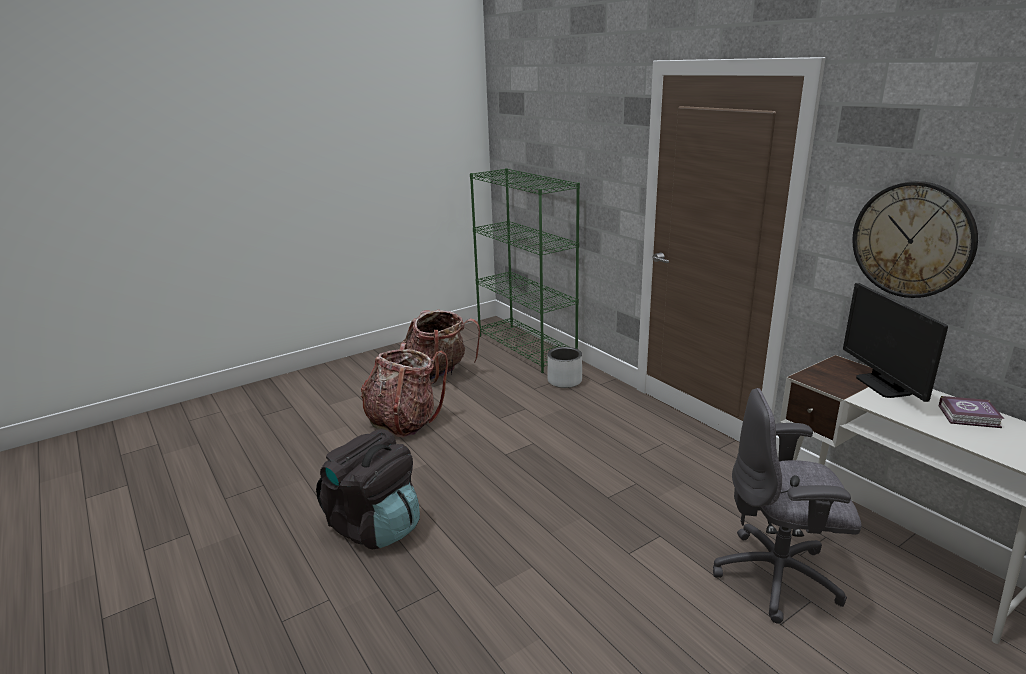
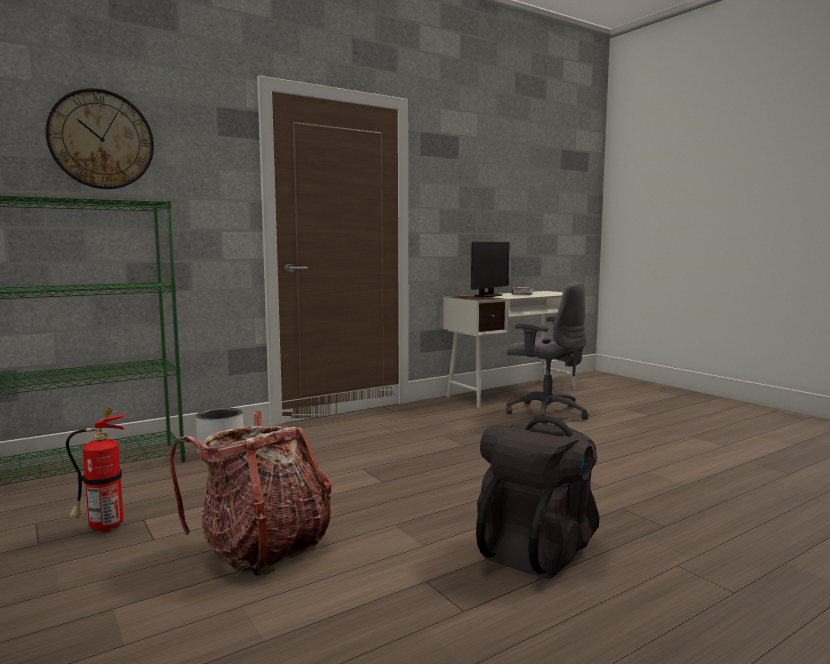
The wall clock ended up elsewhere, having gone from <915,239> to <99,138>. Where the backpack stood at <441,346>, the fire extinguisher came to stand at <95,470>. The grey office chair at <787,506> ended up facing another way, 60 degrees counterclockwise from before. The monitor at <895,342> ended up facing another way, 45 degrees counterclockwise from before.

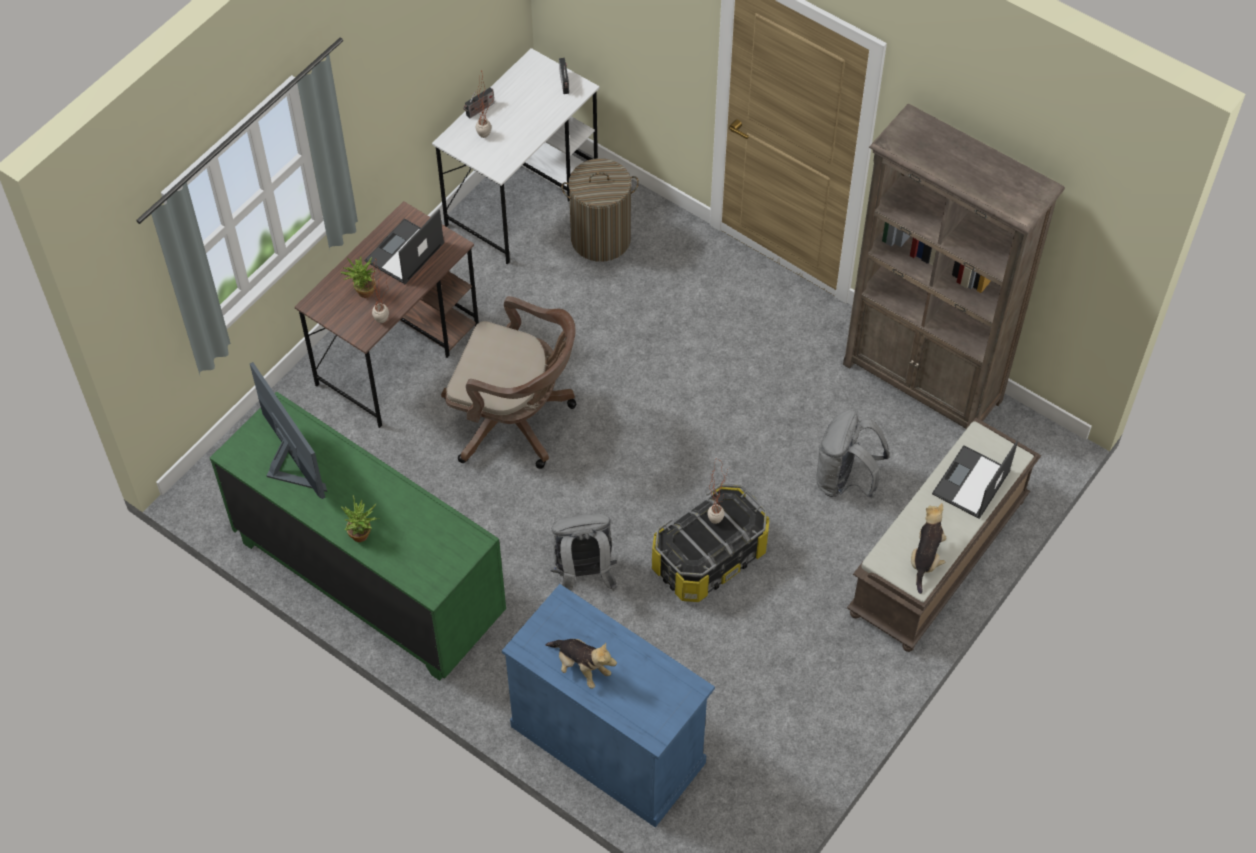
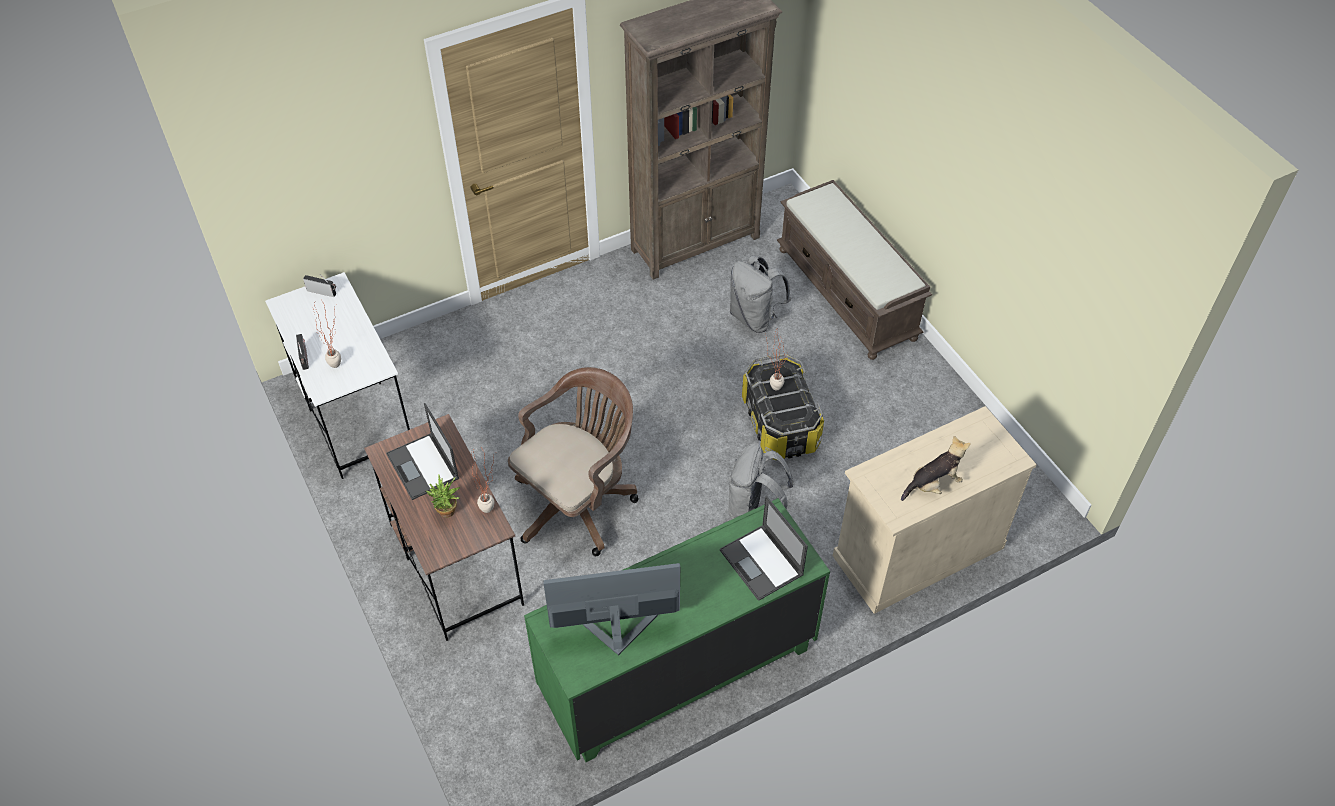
The second view lost the potted plant at <360,518>. The second view lost the laundry basket at <600,210>. The second view lost the plush toy at <928,548>. The laptop ended up elsewhere, having gone from <975,480> to <764,548>. What was the blue cabinet at <608,705> turned into the beige cabinet at <935,510>.

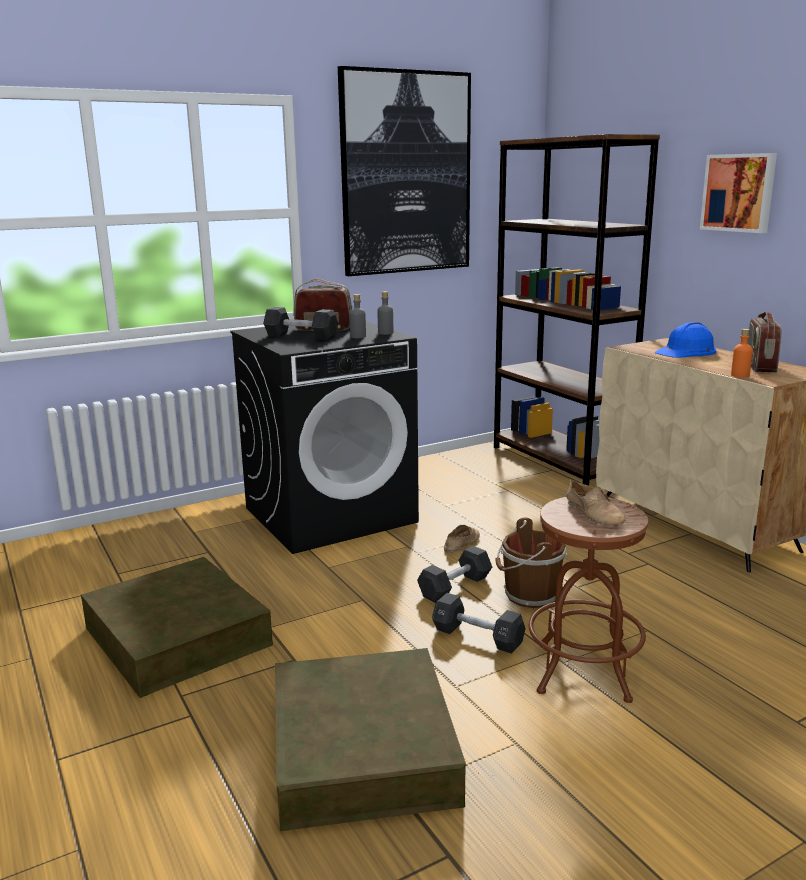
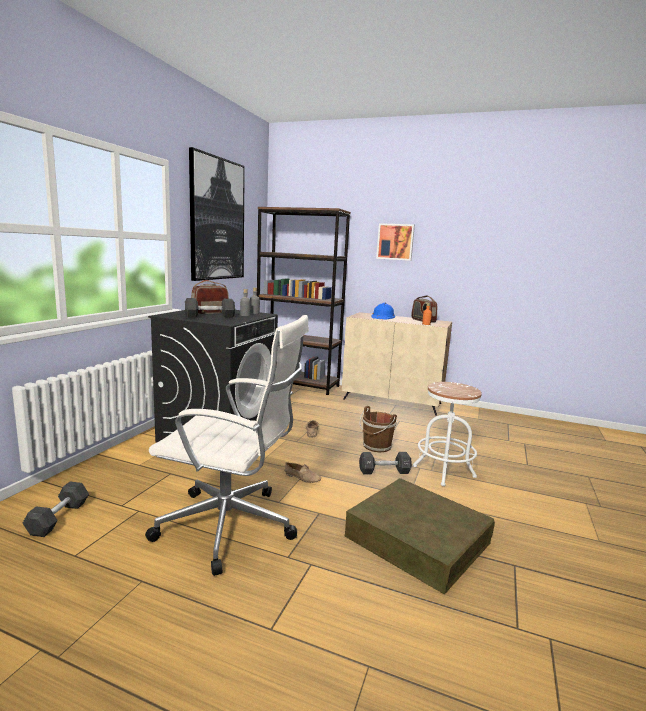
The grey dumbbell ended up elsewhere, having gone from <454,574> to <56,509>. The beige shoe ended up elsewhere, having gone from <596,502> to <302,472>. Where the brown storage box stood at <177,627>, the white office chair came to stand at <227,445>. What was the brown stool at <588,600> turned into the white stool at <447,434>.

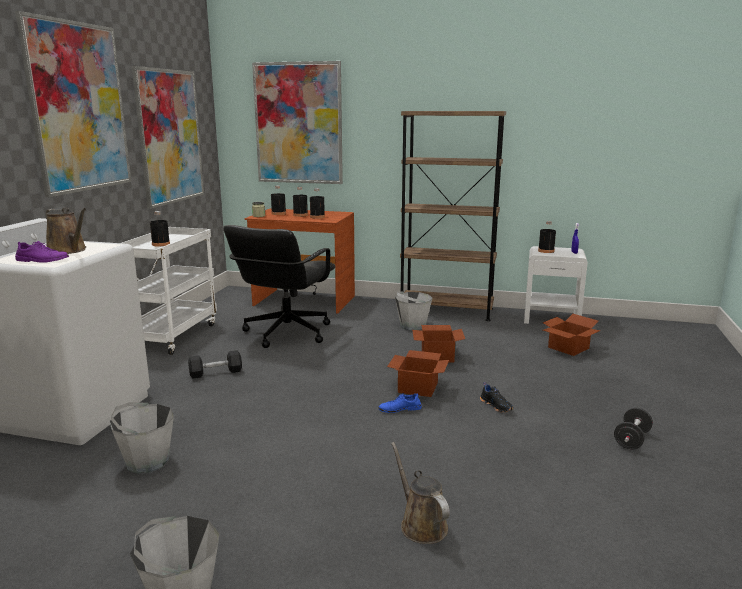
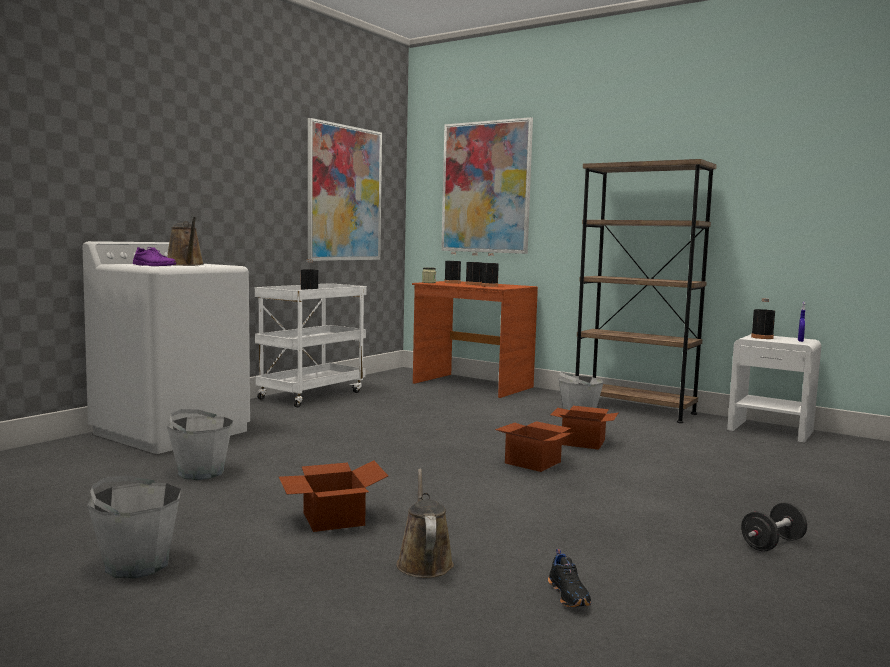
The second view lost the picture at <73,104>. The second view lost the black dumbbell at <215,364>. The second view lost the black office chair at <279,286>. The second view lost the blue shoe at <400,403>. The black shoe ended up elsewhere, having gone from <496,397> to <569,578>. The cardboard box ended up elsewhere, having gone from <572,335> to <333,496>.

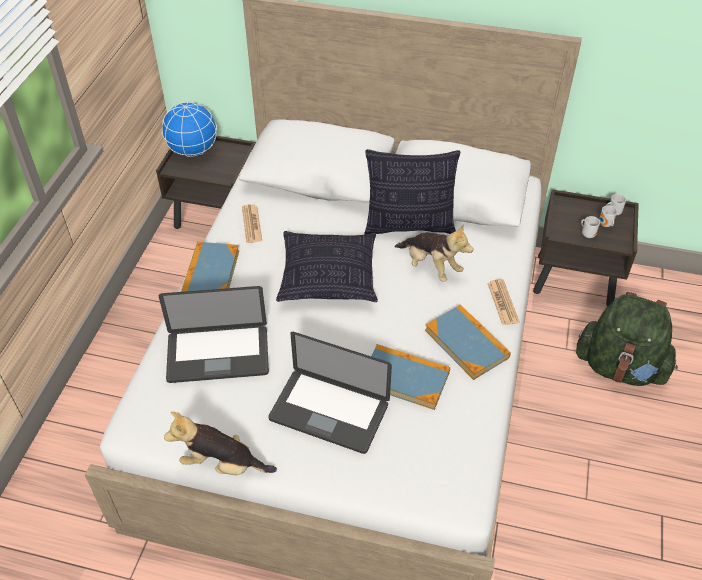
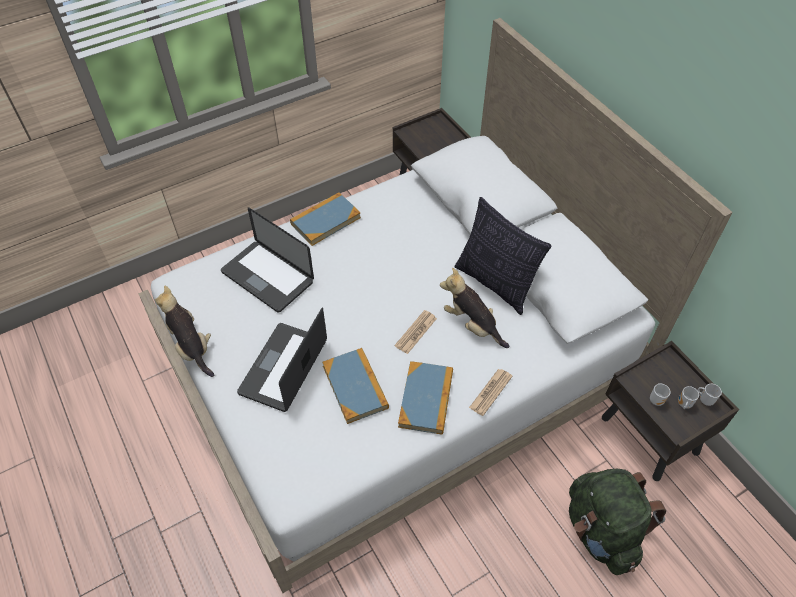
The second view lost the globe at <189,129>. The second view lost the pillow at <327,266>. The newspaper ended up elsewhere, having gone from <252,223> to <416,332>. The laptop at <330,393> ended up facing another way, 45 degrees clockwise from before. The plush toy at <433,253> ended up facing another way, 135 degrees clockwise from before.

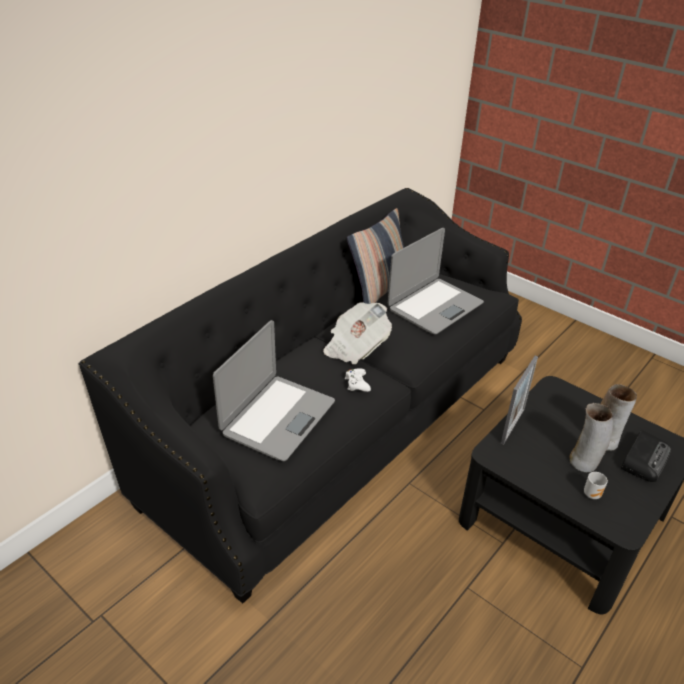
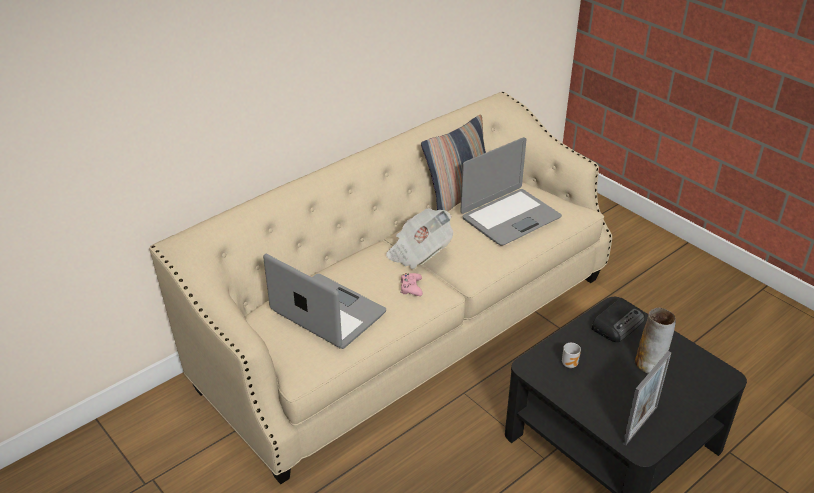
The second view lost the vase at <591,437>. The picture frame ended up elsewhere, having gone from <519,400> to <647,398>. The mug ended up elsewhere, having gone from <596,485> to <571,355>. The radio ended up elsewhere, having gone from <646,456> to <618,320>. What was the black sofa at <300,395> turned into the beige sofa at <380,288>. What was the white game controller at <358,380> turned into the pink game controller at <411,284>. The laptop at <274,390> ended up facing another way, 90 degrees counterclockwise from before.

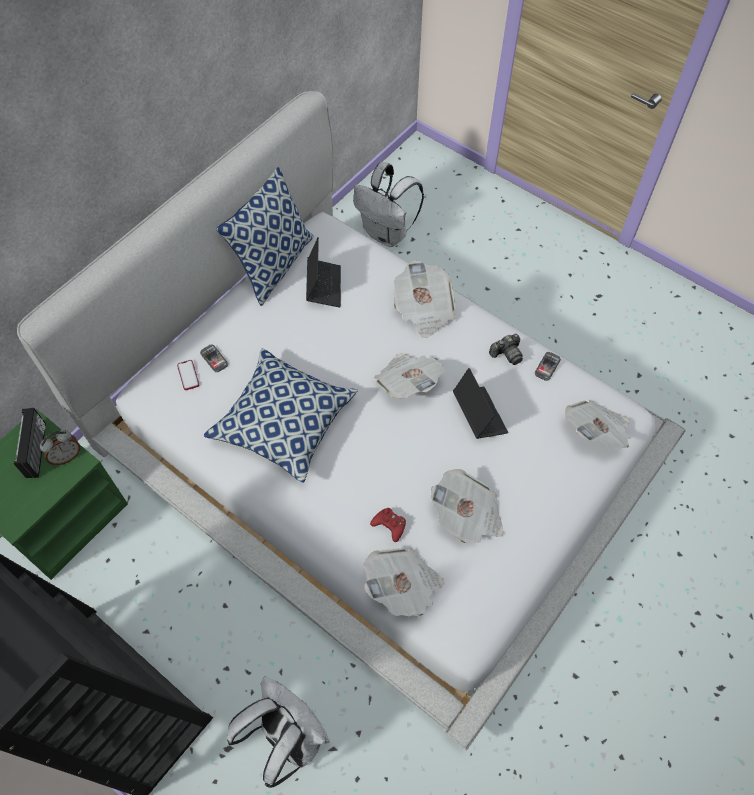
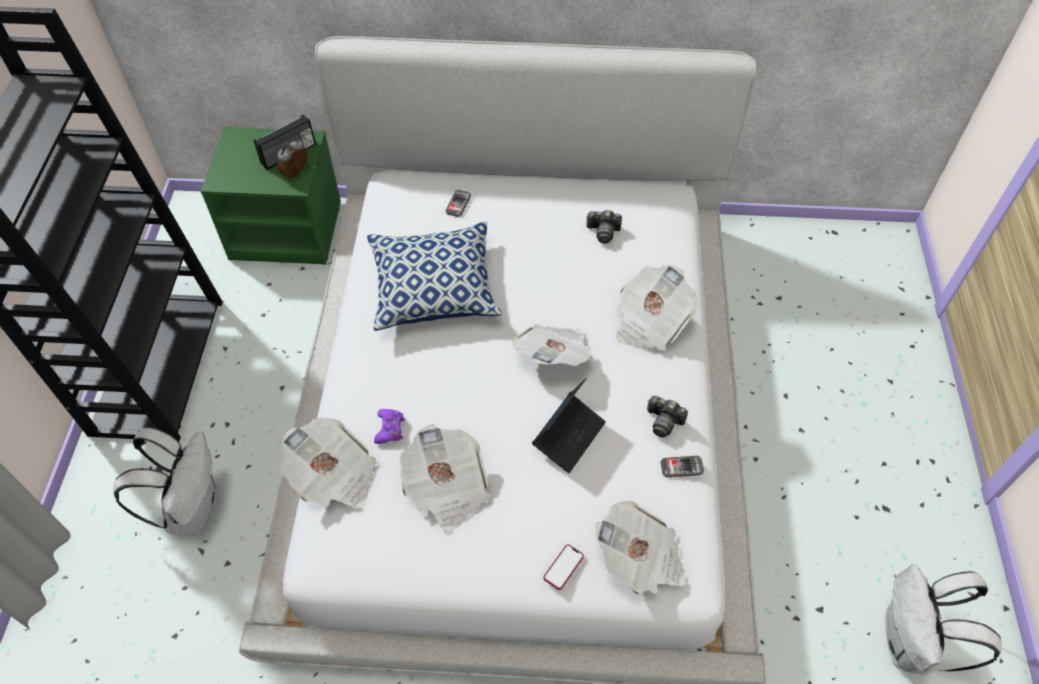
The second view lost the pillow at <265,236>. The phone ended up elsewhere, having gone from <188,375> to <564,567>. The white backpack ended up elsewhere, having gone from <388,204> to <943,619>. Where the laptop stood at <323,272>, the photo camera came to stand at <604,227>. What was the red game controller at <388,525> turned into the purple game controller at <389,426>. The alarm clock at <60,447> ended up facing another way, 105 degrees clockwise from before.

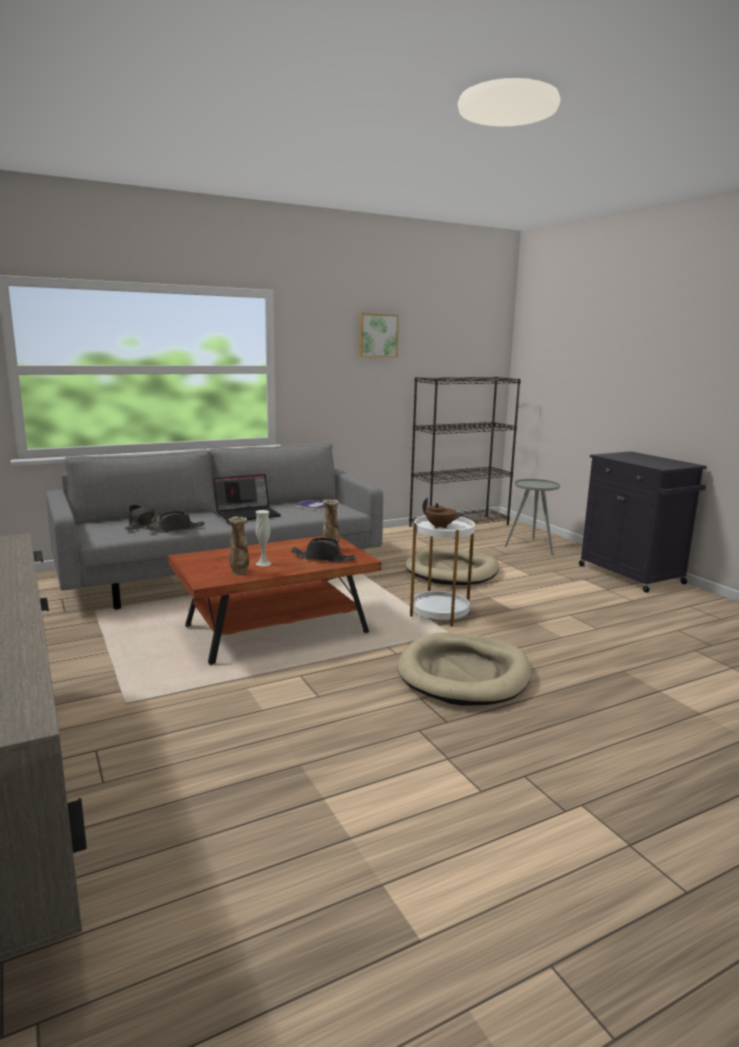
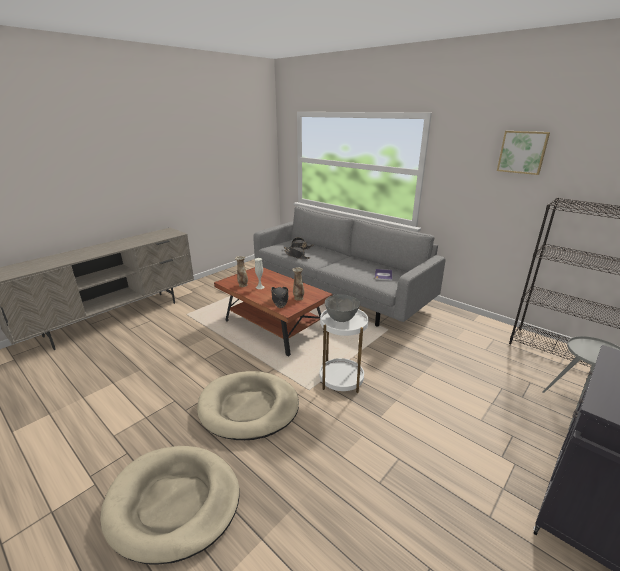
The second view lost the laptop at <247,498>. The beige dog bed ended up elsewhere, having gone from <452,565> to <170,505>. Where the brown teapot stood at <442,513>, the grey bowl came to stand at <342,308>.

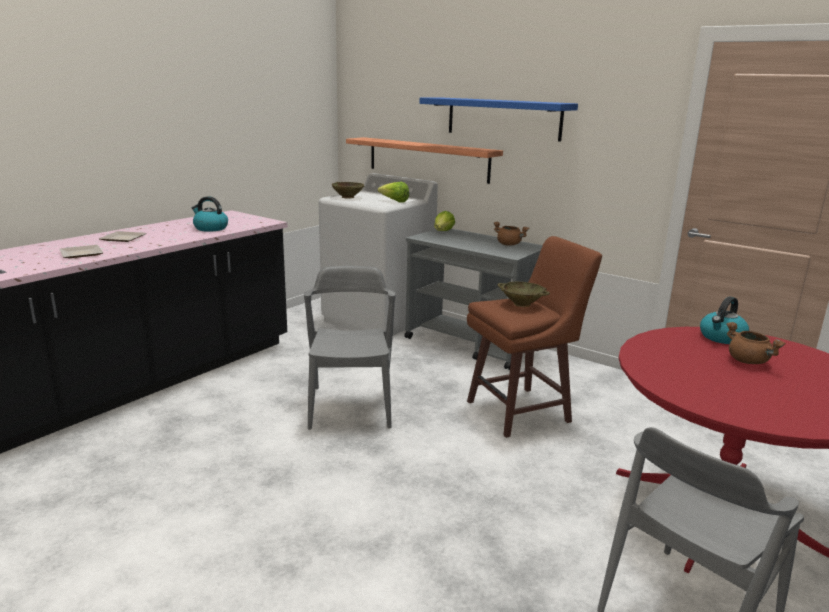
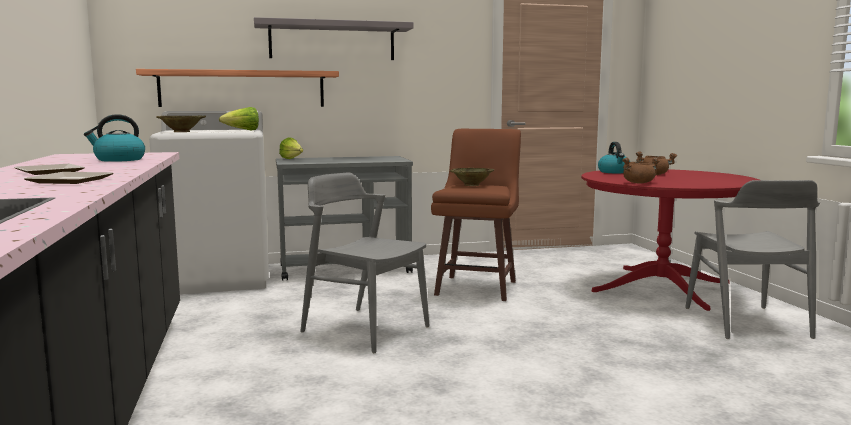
The brown cooking pot ended up elsewhere, having gone from <511,234> to <641,170>. What was the blue shelf at <498,119> turned into the grey shelf at <334,38>.

